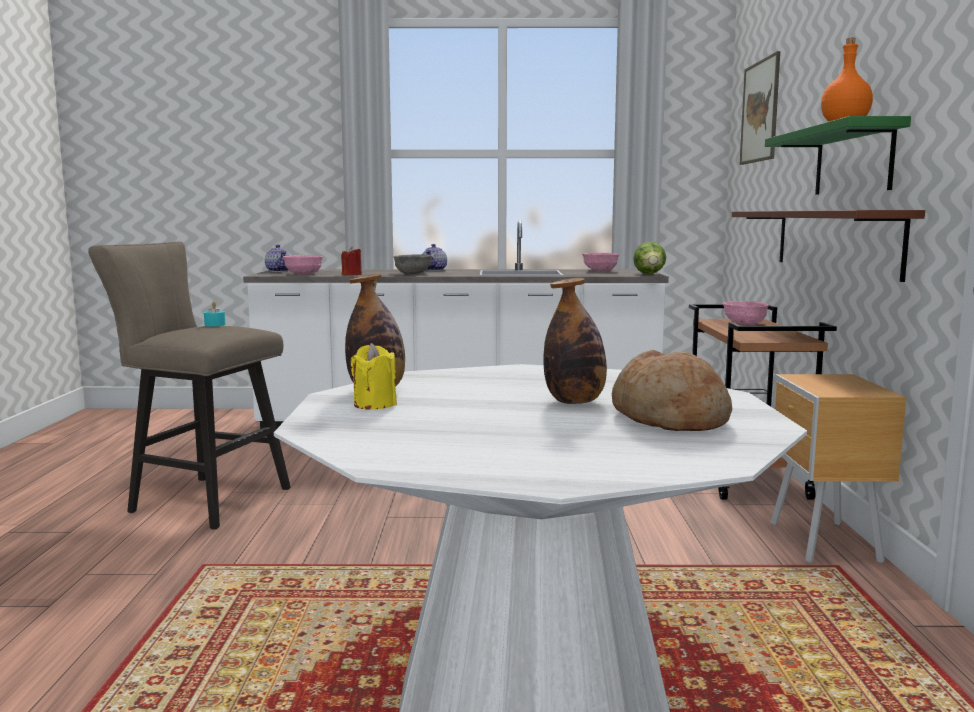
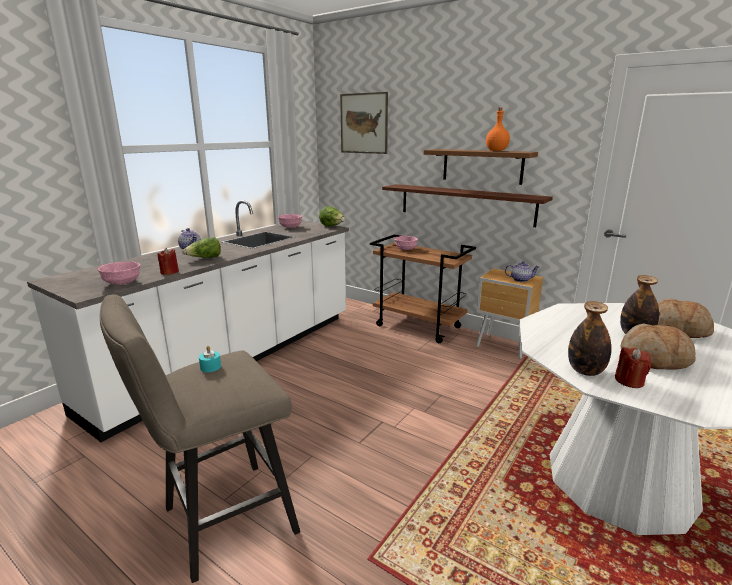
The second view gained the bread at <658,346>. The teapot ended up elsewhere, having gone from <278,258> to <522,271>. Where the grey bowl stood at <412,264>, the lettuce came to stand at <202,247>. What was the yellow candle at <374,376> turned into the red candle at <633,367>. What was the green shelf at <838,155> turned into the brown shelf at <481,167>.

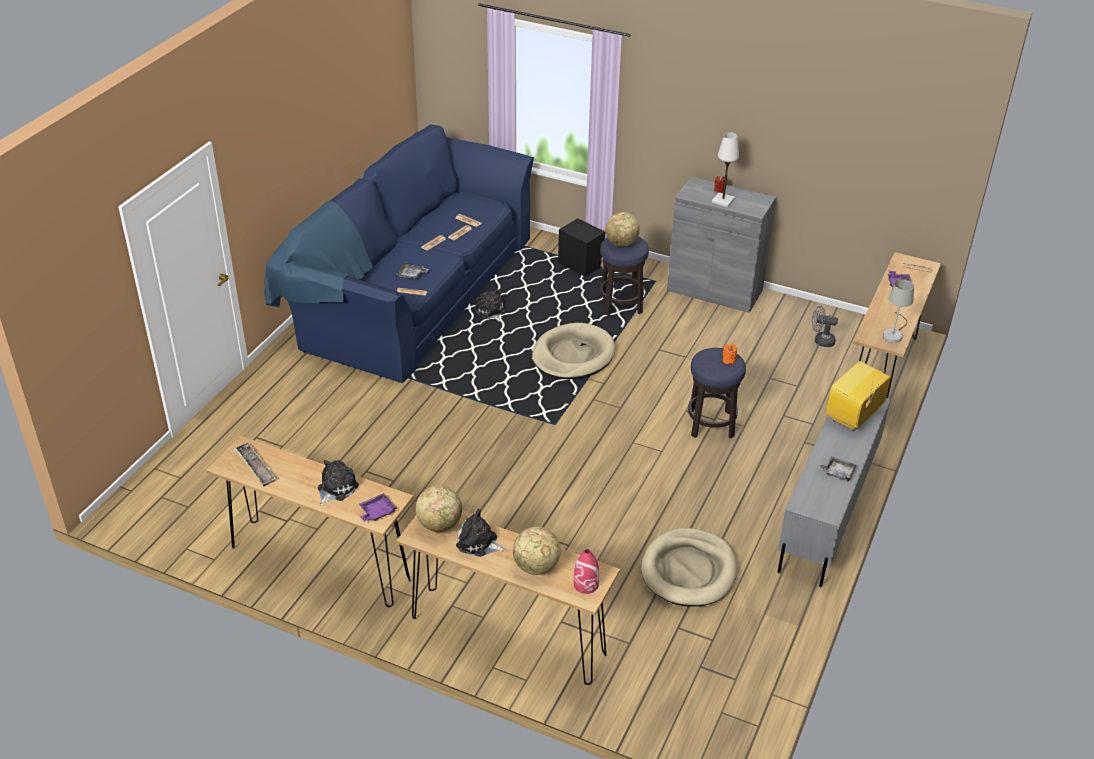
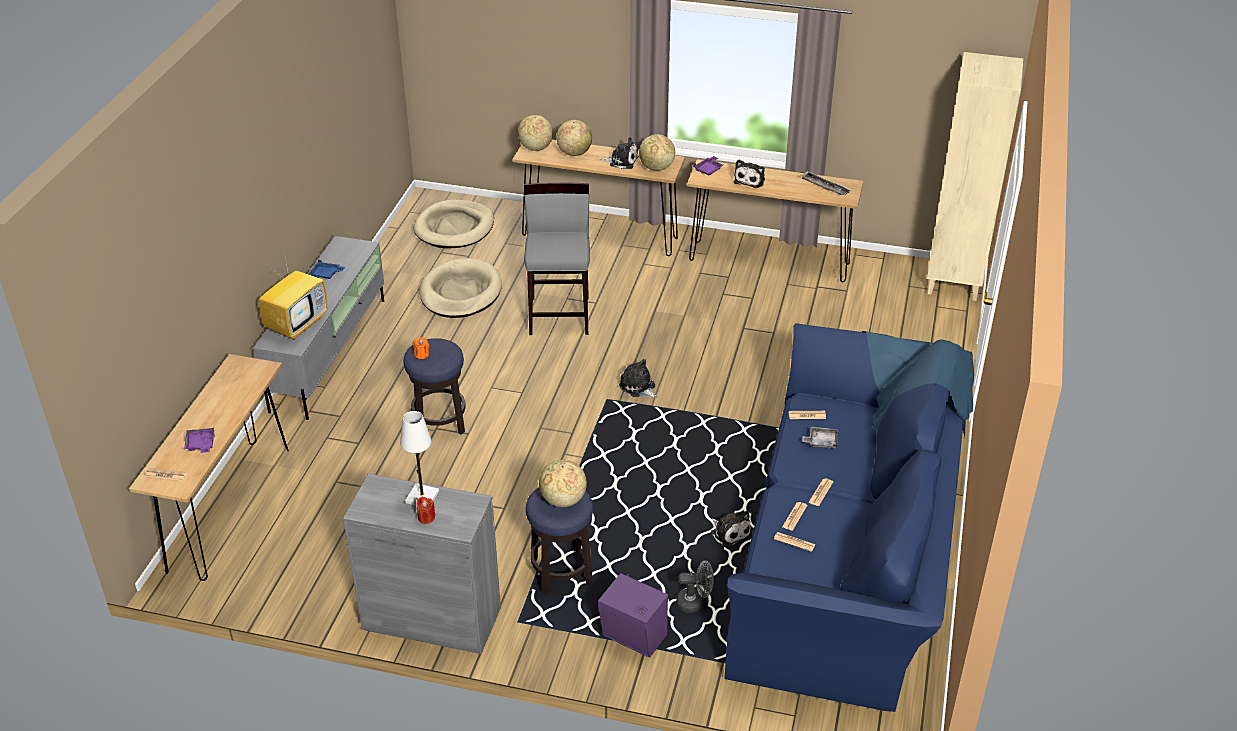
The second view lost the grey table lamp at <898,311>. The second view gained the grey stool at <557,258>. The second view gained the plush toy at <638,378>. The second view gained the beige bookcase at <975,176>. The beige dog bed ended up elsewhere, having gone from <573,351> to <454,224>. The grey fan ended up elsewhere, having gone from <825,326> to <695,587>. Where the red vase stood at <586,571>, the globe came to stand at <535,133>. What was the black speaker at <581,247> turned into the purple speaker at <633,615>. What was the grey tray at <837,468> turned into the blue tray at <326,269>.

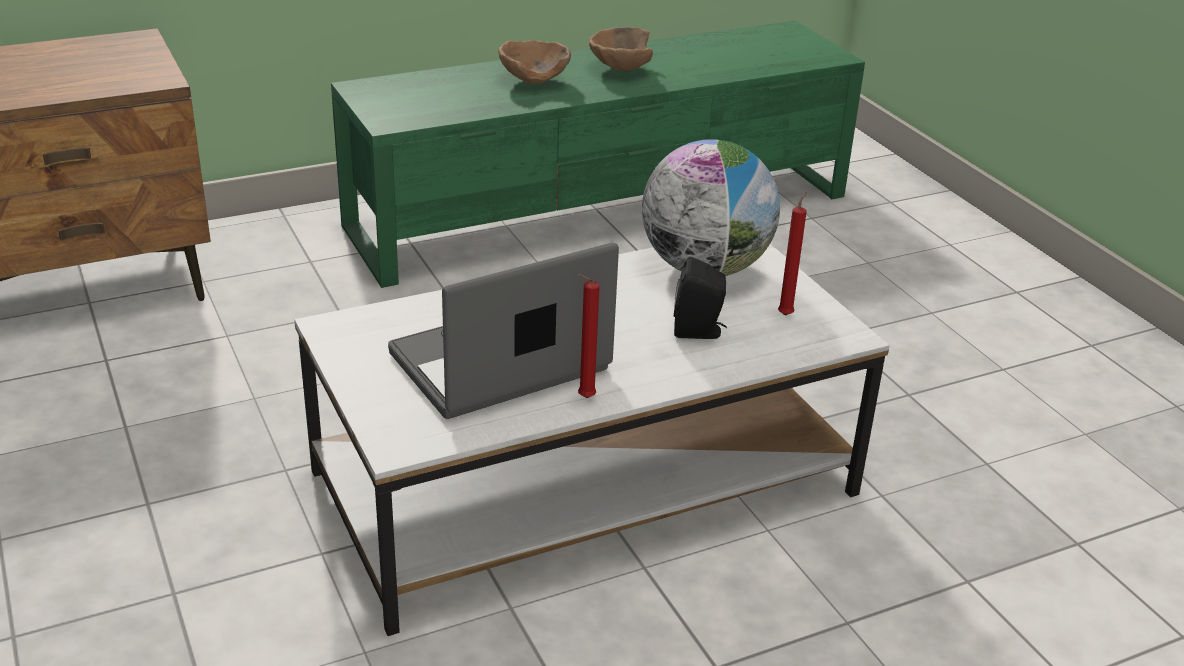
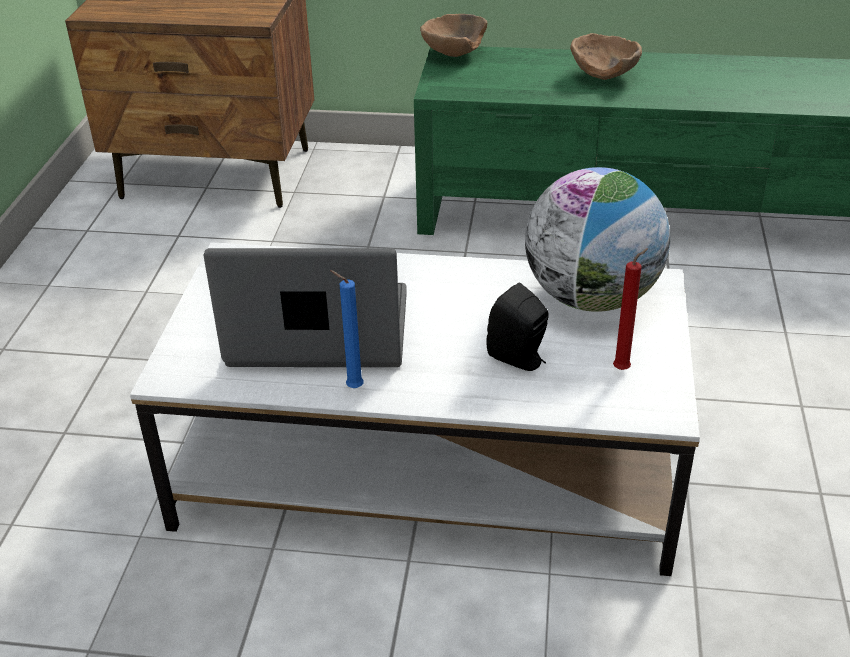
The brown bowl ended up elsewhere, having gone from <621,49> to <453,35>. What was the red candle at <589,336> turned into the blue candle at <347,329>.

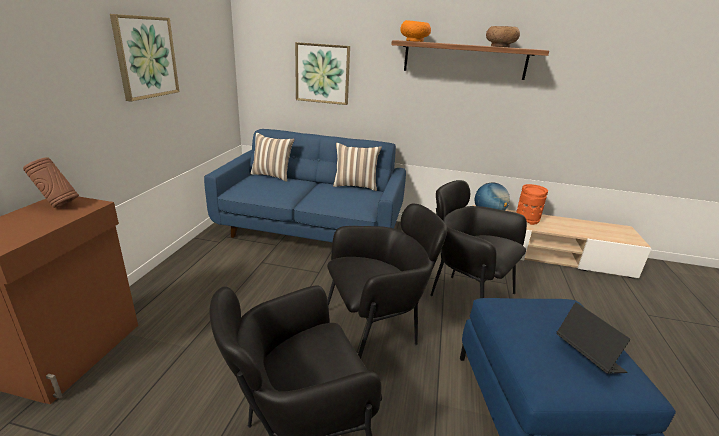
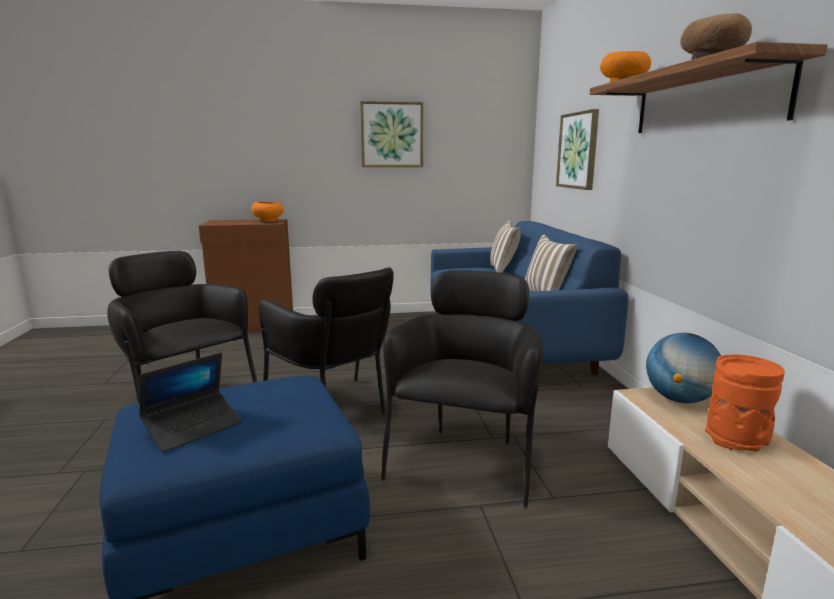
Where the brown vase stood at <51,182>, the orange bowl came to stand at <267,212>.

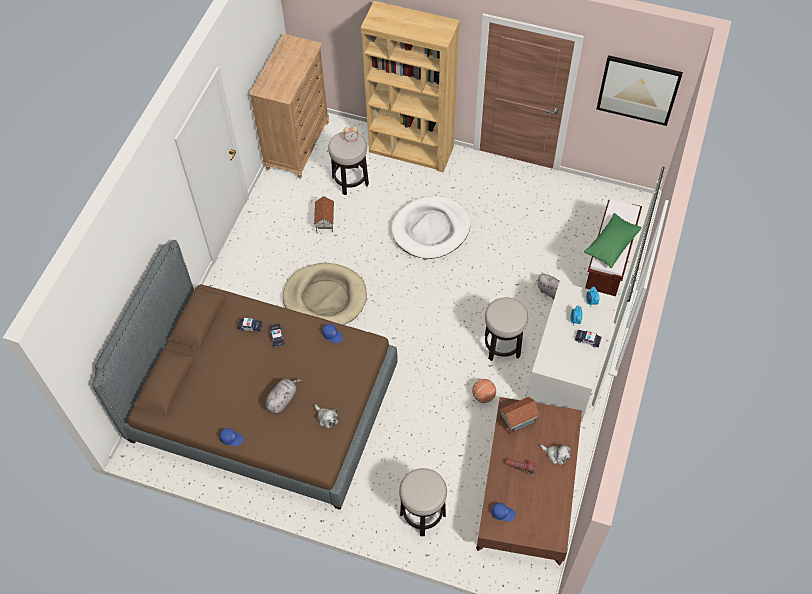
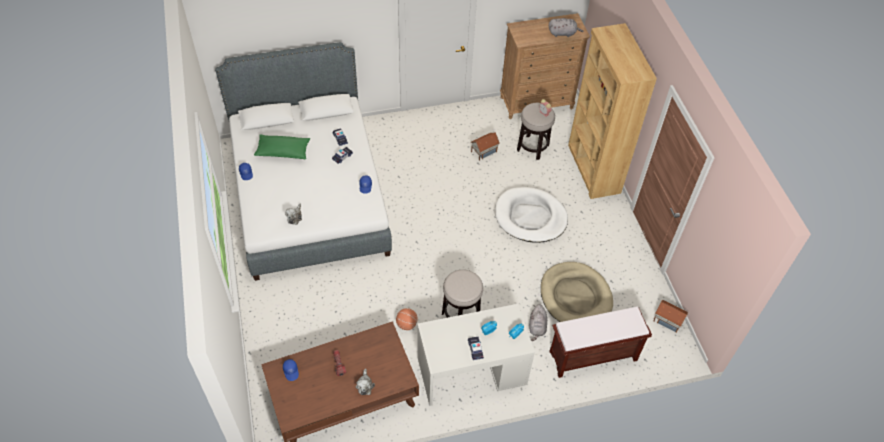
The second view lost the stool at <423,502>. The second view lost the picture at <639,90>. The grey plush toy ended up elsewhere, having gone from <283,396> to <566,27>. The beige dog bed ended up elsewhere, having gone from <325,294> to <577,292>. The toy house ended up elsewhere, having gone from <520,415> to <671,316>. The green pillow ended up elsewhere, having gone from <613,240> to <282,146>. What was the brown bed at <245,375> turned into the white bed at <303,161>.

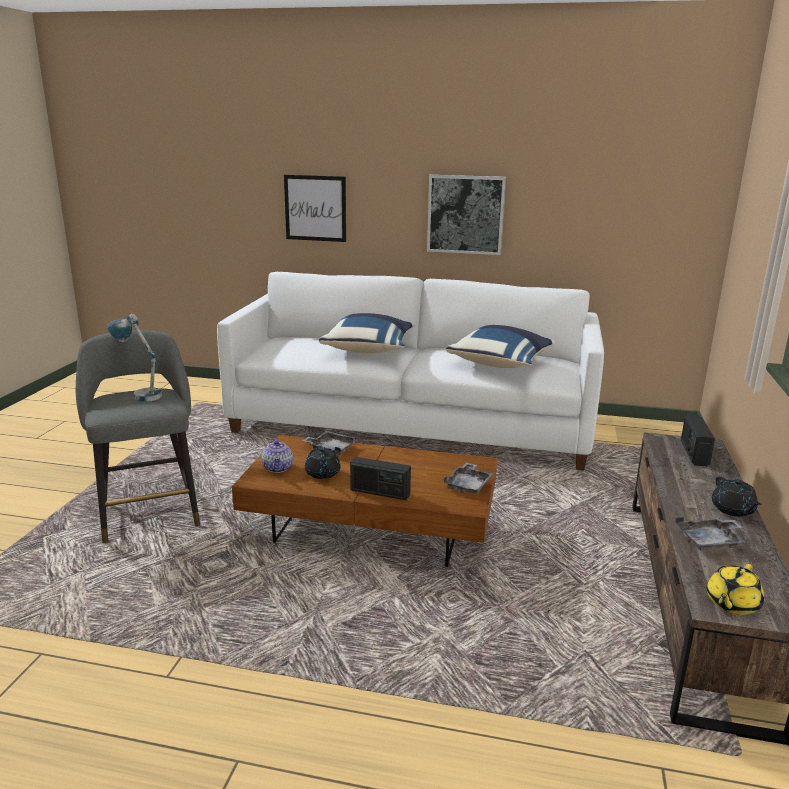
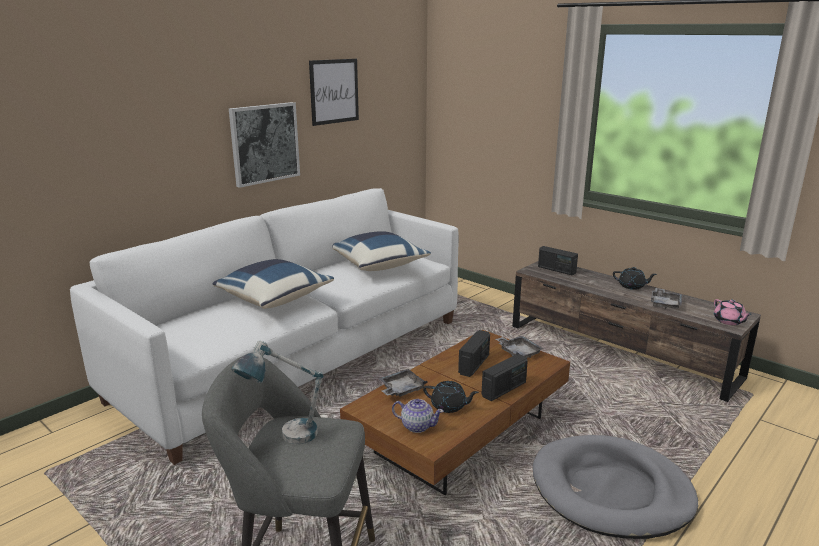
The second view gained the radio at <474,353>. The second view gained the grey dog bed at <615,487>. The picture ended up elsewhere, having gone from <315,208> to <334,92>. What was the yellow teapot at <735,589> turned into the pink teapot at <733,312>.

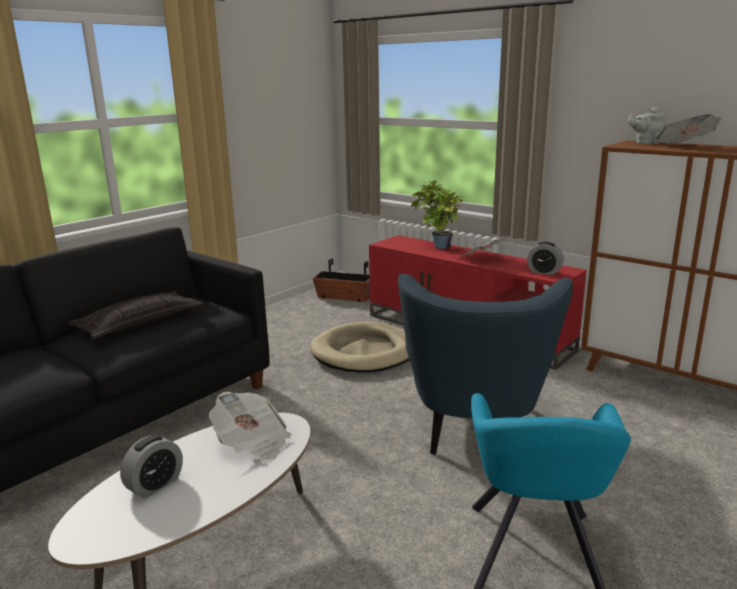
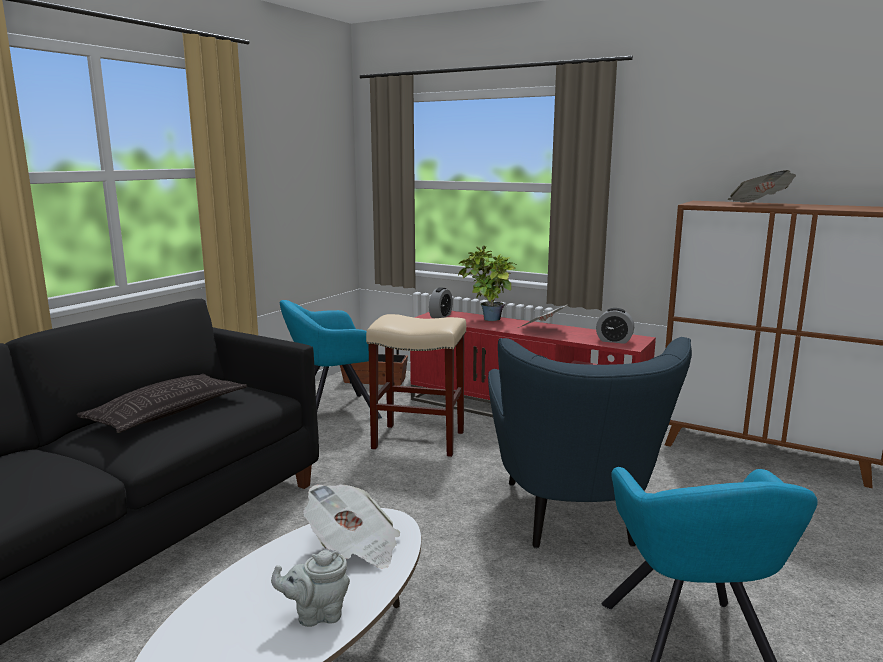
The second view gained the turquoise armchair at <331,359>. The alarm clock ended up elsewhere, having gone from <151,466> to <441,302>. The grey teapot ended up elsewhere, having gone from <646,125> to <310,588>. Where the beige dog bed stood at <360,347>, the beige stool came to stand at <416,385>.

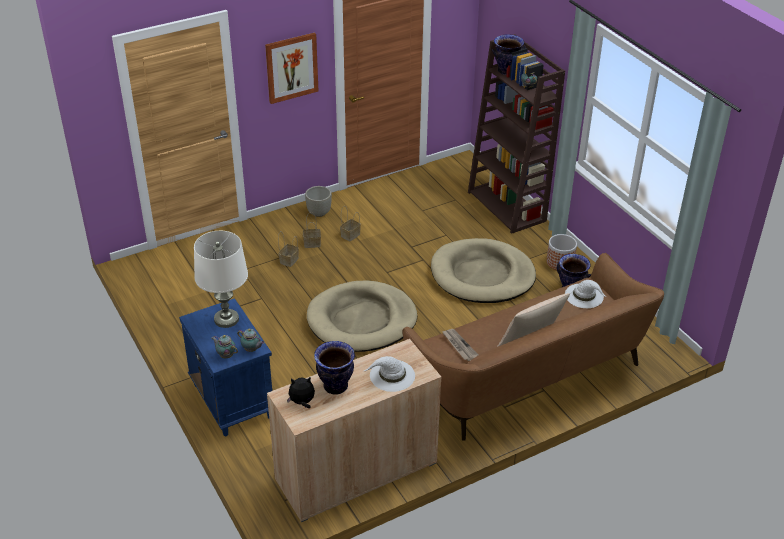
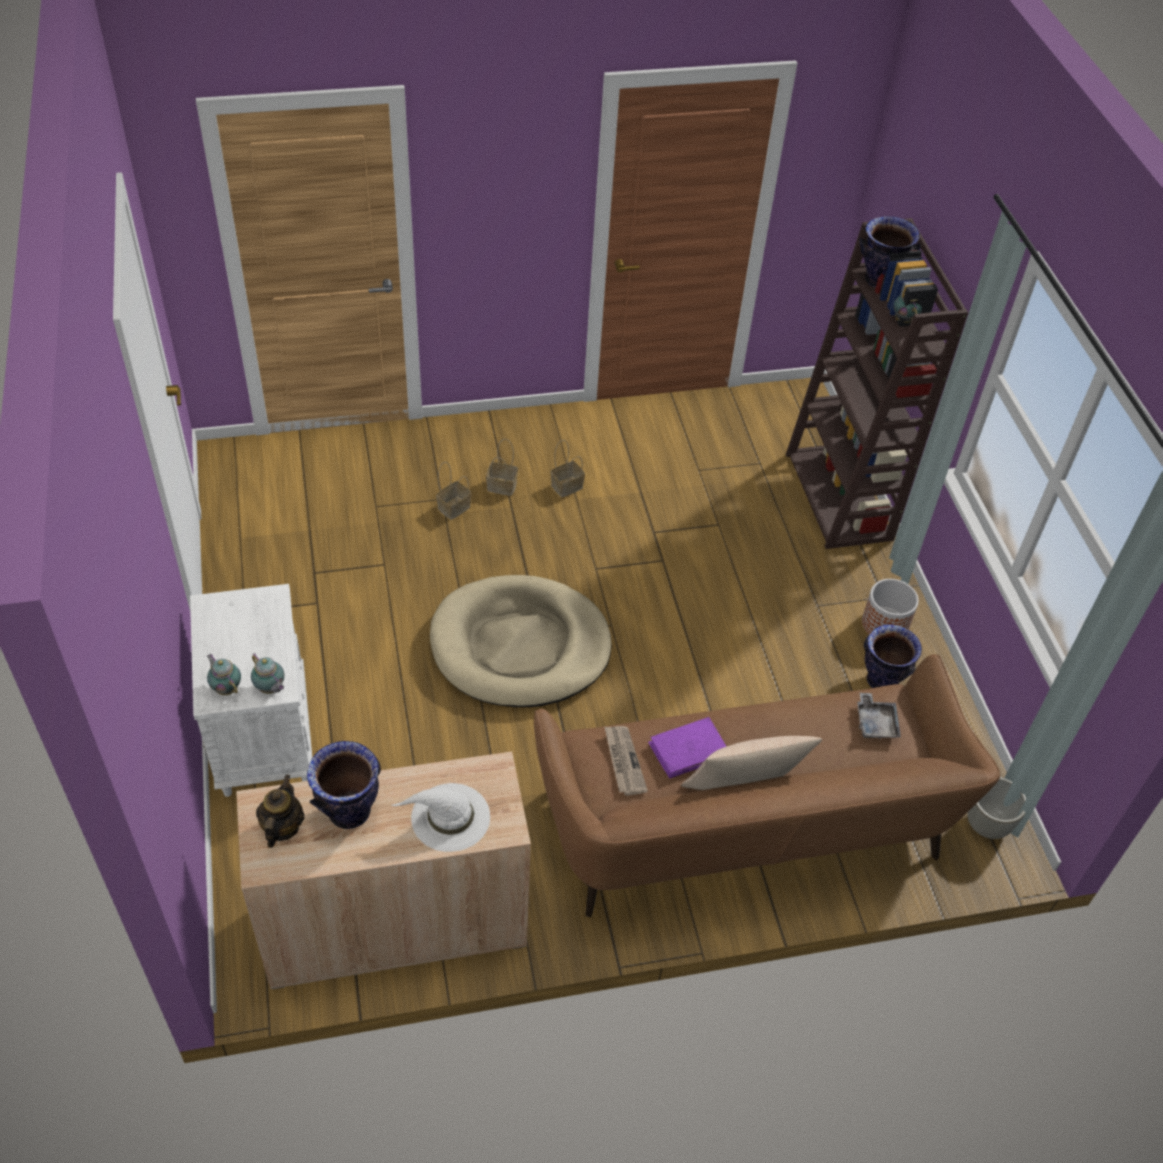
The second view lost the white table lamp at <221,279>. The second view lost the picture at <291,68>. The second view lost the beige dog bed at <483,270>. The second view gained the purple book at <687,748>. The grey planter ended up elsewhere, having gone from <318,201> to <996,808>. Where the plush toy stood at <301,392>, the teapot came to stand at <280,811>. Where the white hat stood at <585,294>, the grey tray came to stand at <879,716>. What was the blue nightstand at <225,367> turned into the white nightstand at <251,690>.

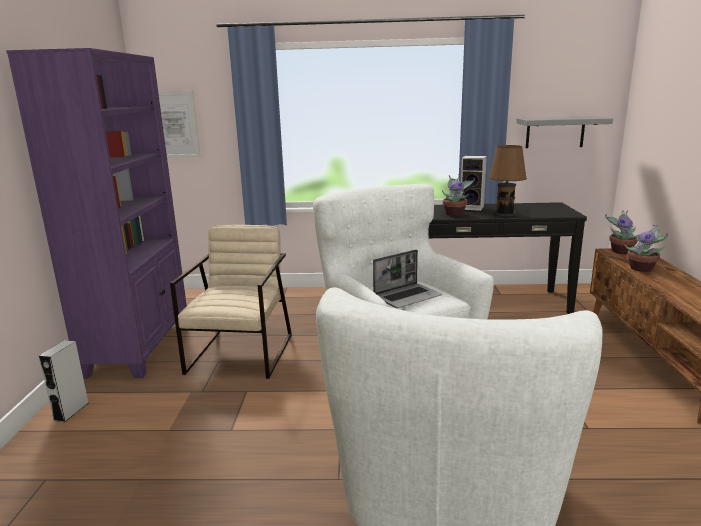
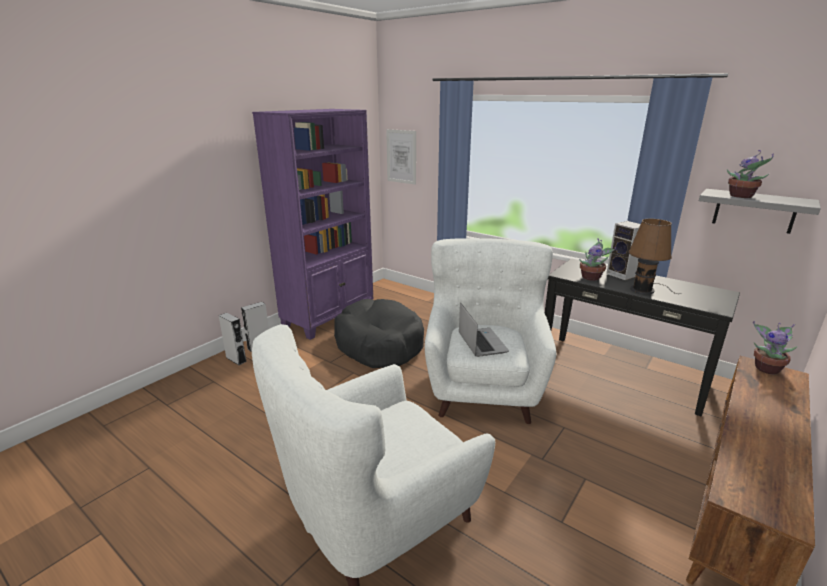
The second view gained the grey speaker at <233,339>. The potted plant ended up elsewhere, having gone from <646,248> to <750,174>. Where the beige armchair stood at <231,302>, the black dog bed came to stand at <379,333>. The laptop at <407,278> ended up facing another way, 105 degrees counterclockwise from before.

